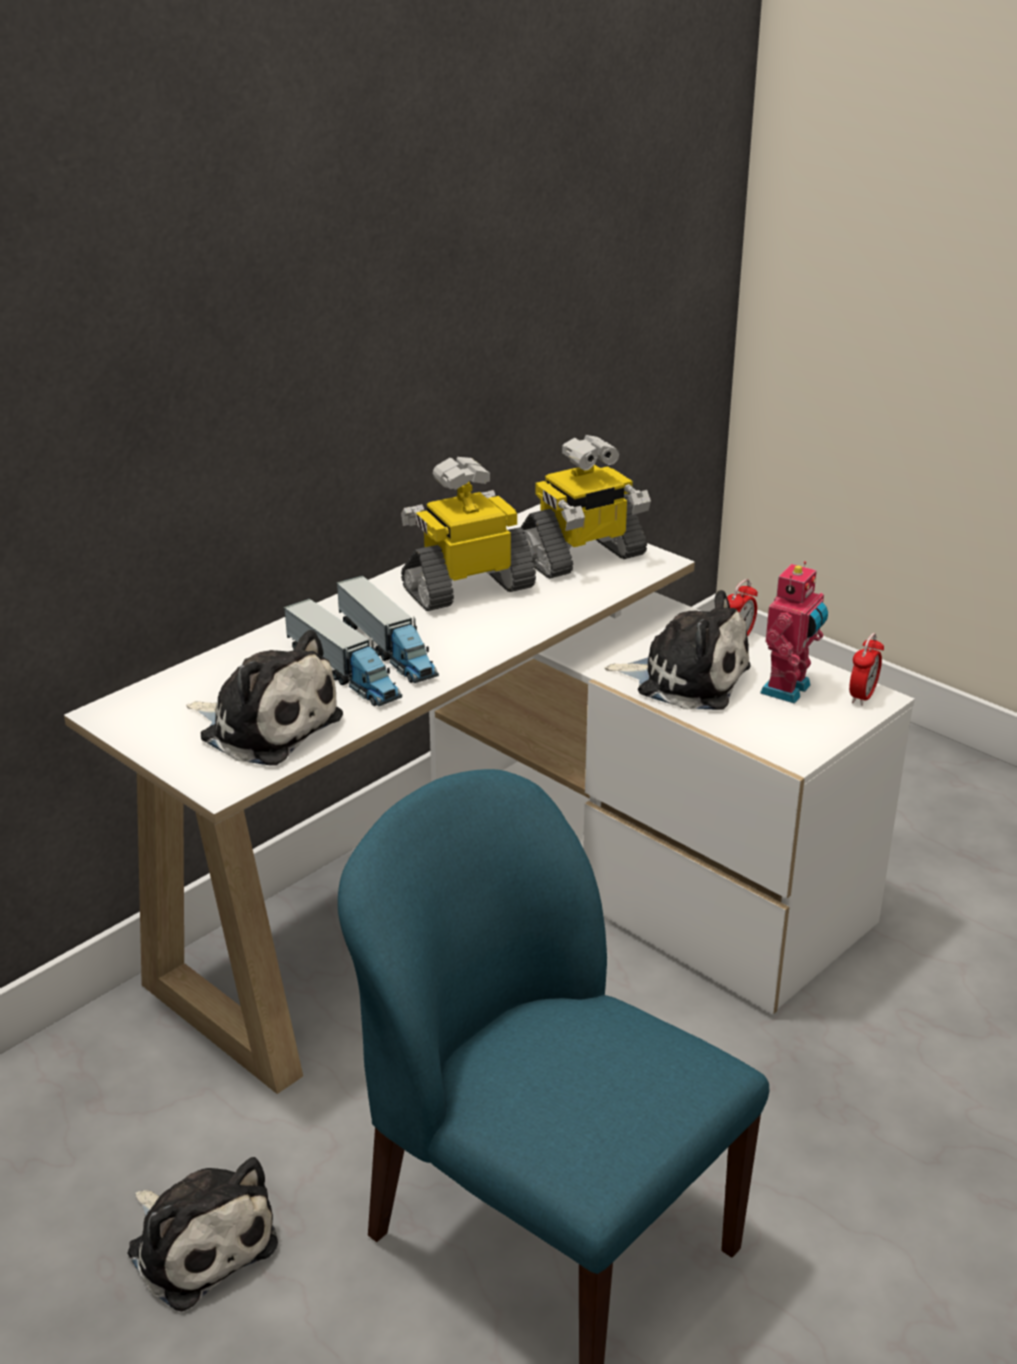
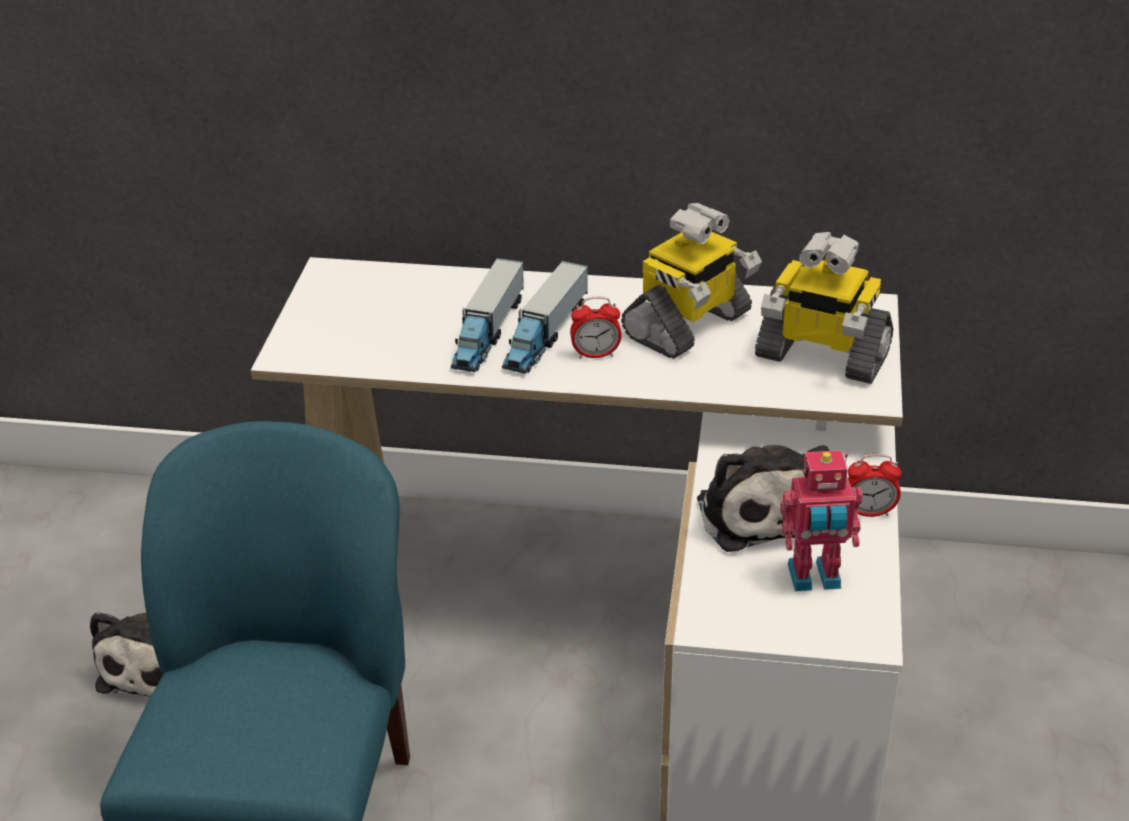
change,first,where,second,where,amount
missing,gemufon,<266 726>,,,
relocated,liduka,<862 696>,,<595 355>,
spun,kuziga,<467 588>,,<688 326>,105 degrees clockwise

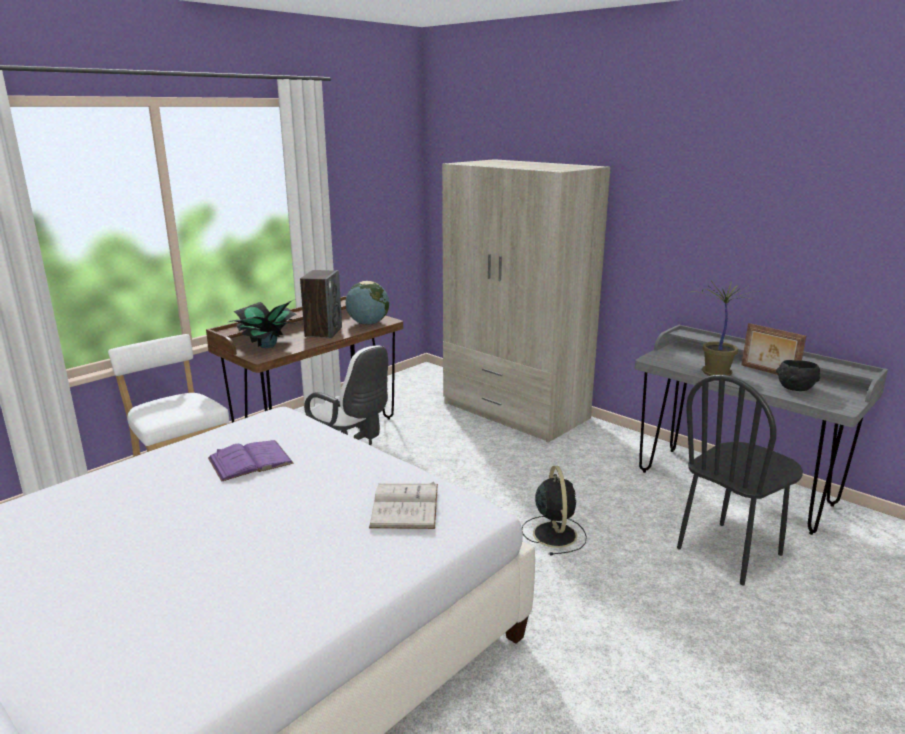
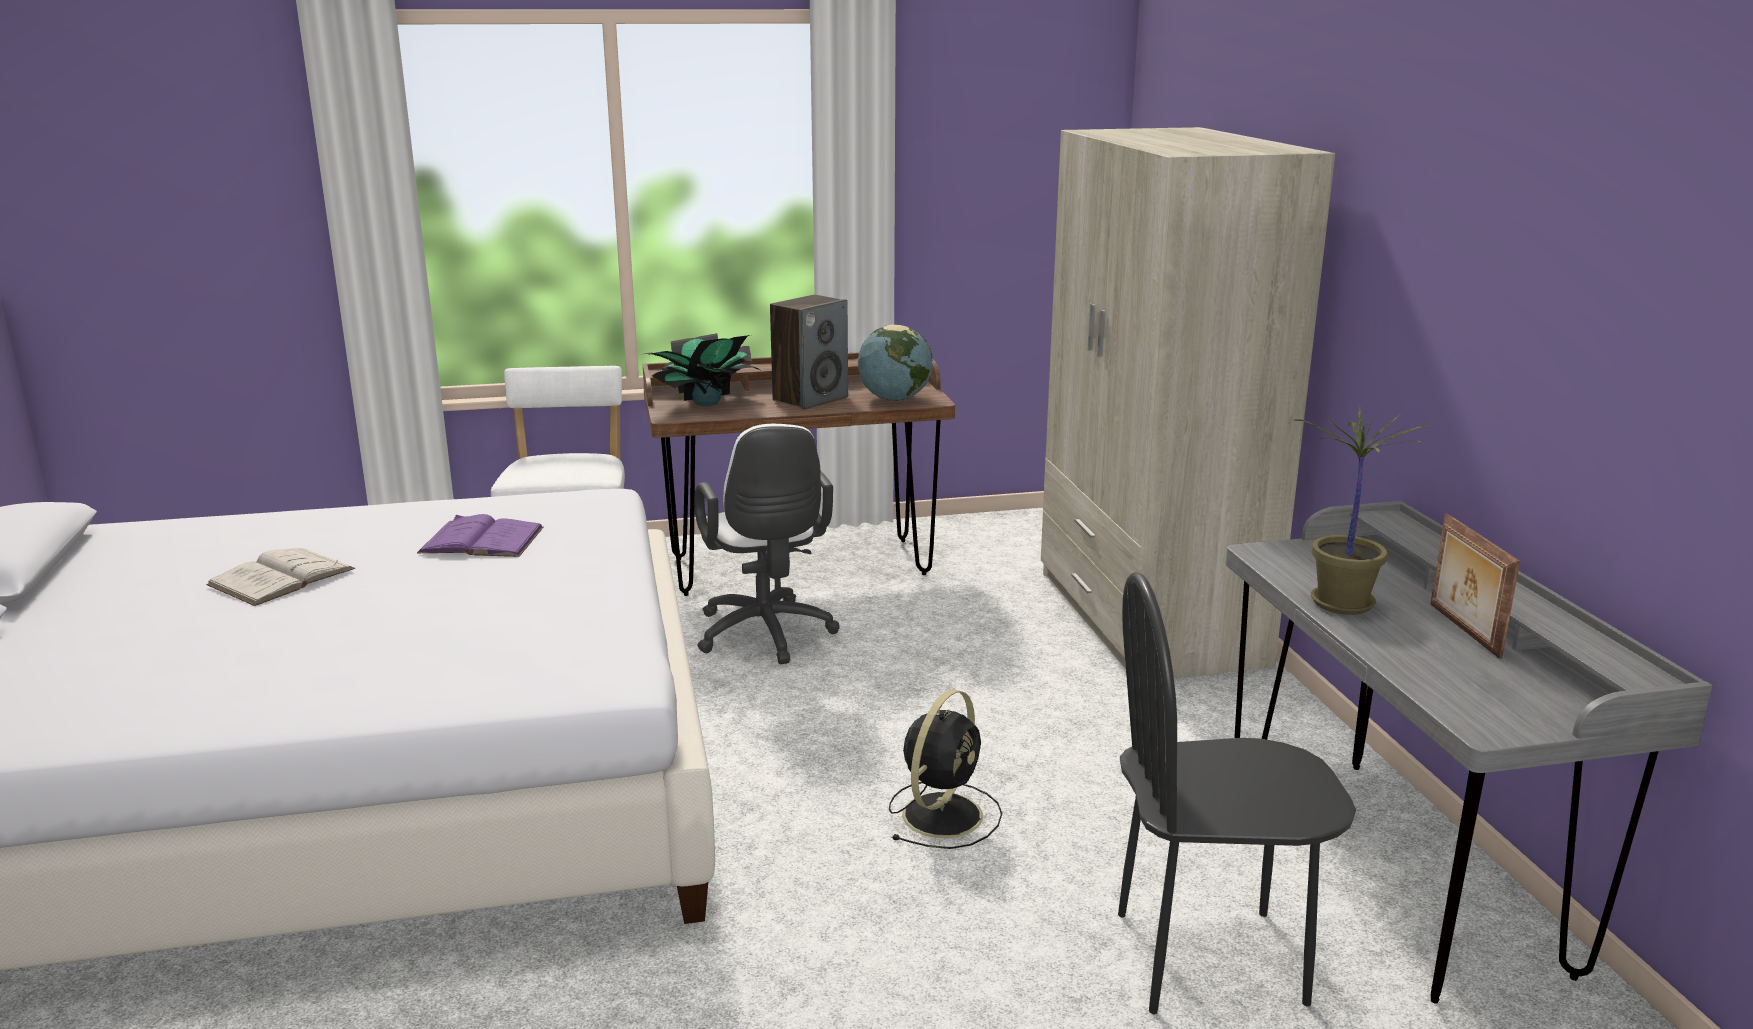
change,first,where,second,where,amount
missing,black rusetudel,<795 389>,,,
relocated,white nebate,<405 505>,,<281 577>,

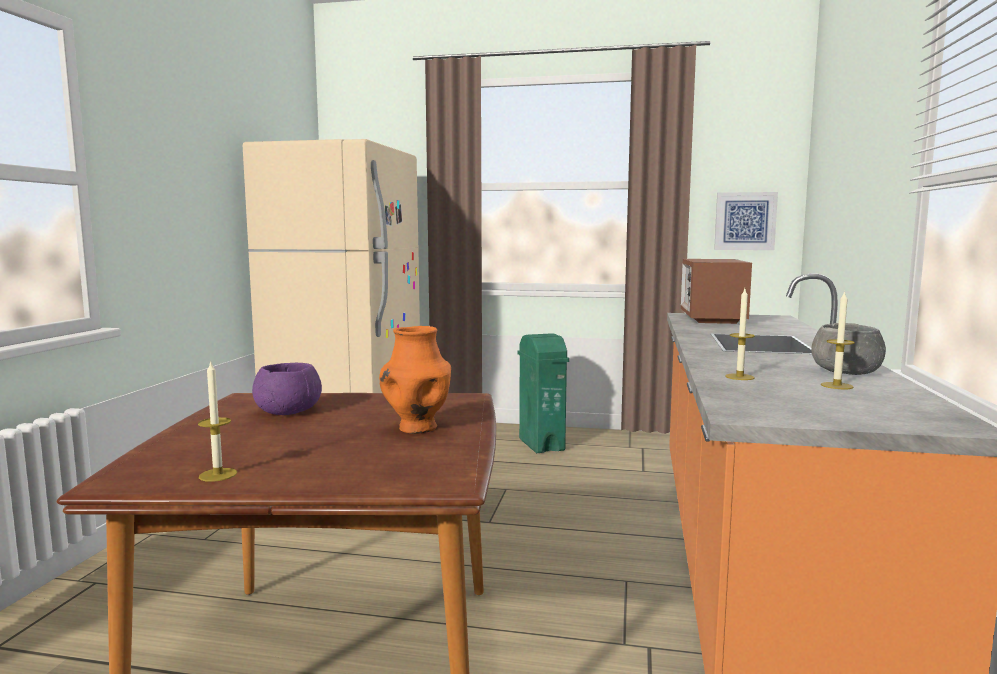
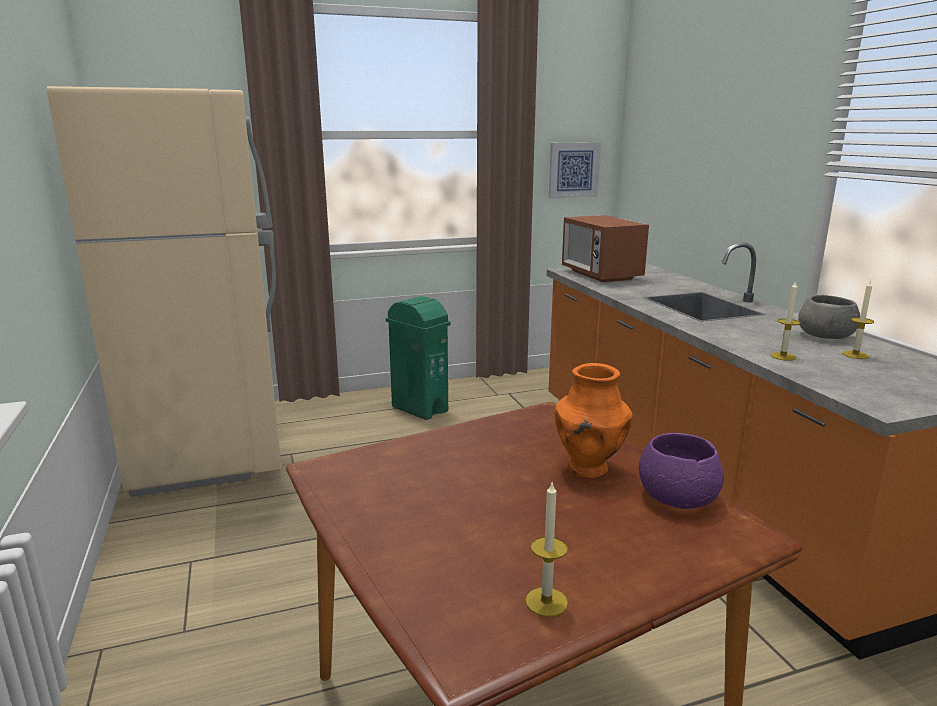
change,first,where,second,where,amount
relocated,purple rusetudel,<287 411>,,<677 497>,

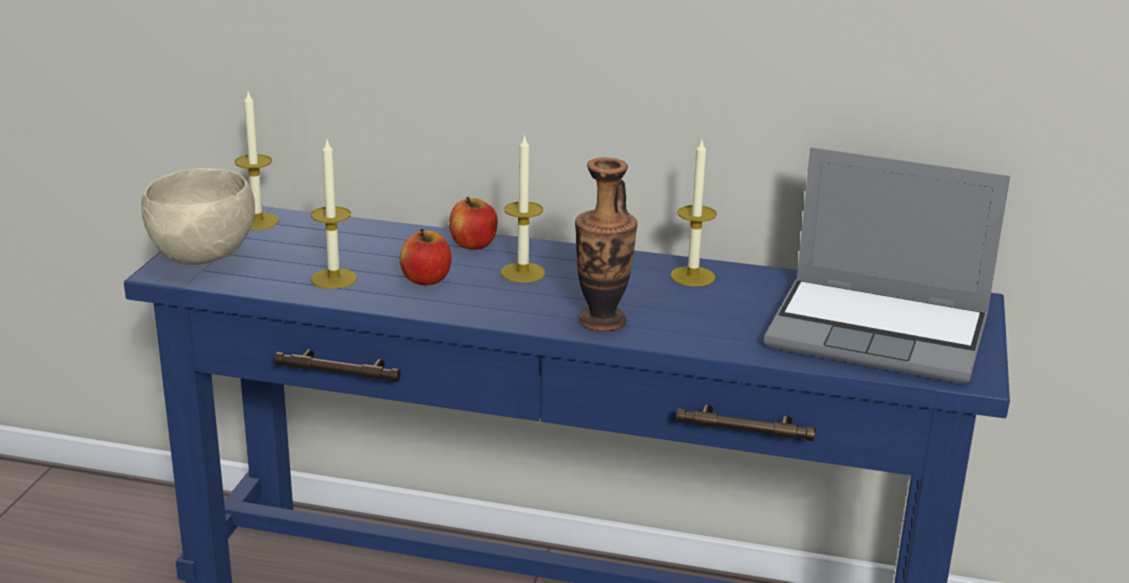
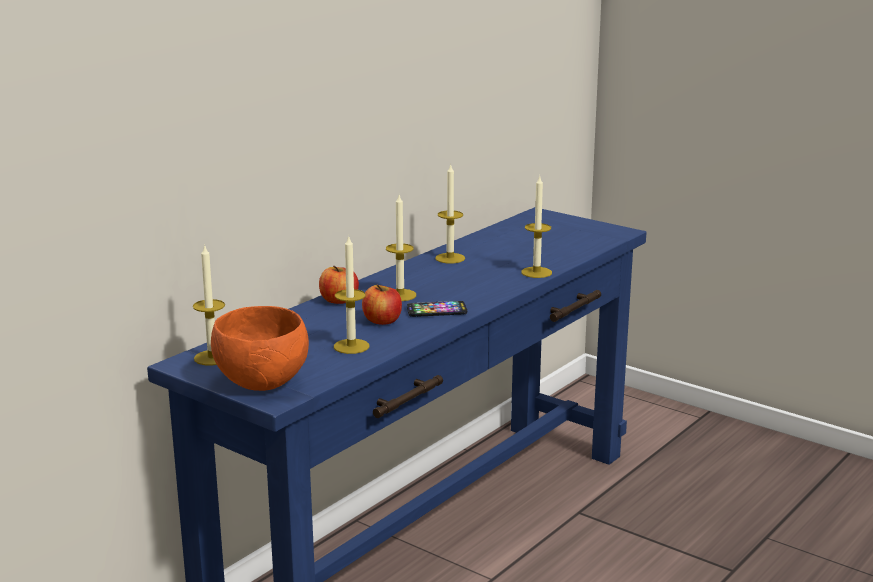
change,first,where,second,where,amount
missing,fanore,<602 321>,,,
missing,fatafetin,<881 333>,,,
appeared,,,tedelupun,<436 310>,
appeared,,,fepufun,<536 272>,
colour,beige rusetudel,<204 257>,orange rusetudel,<262 382>,

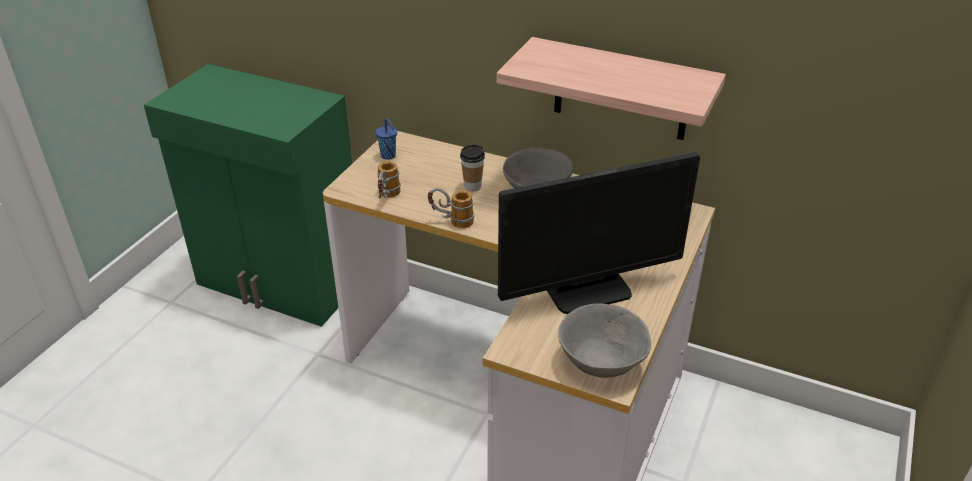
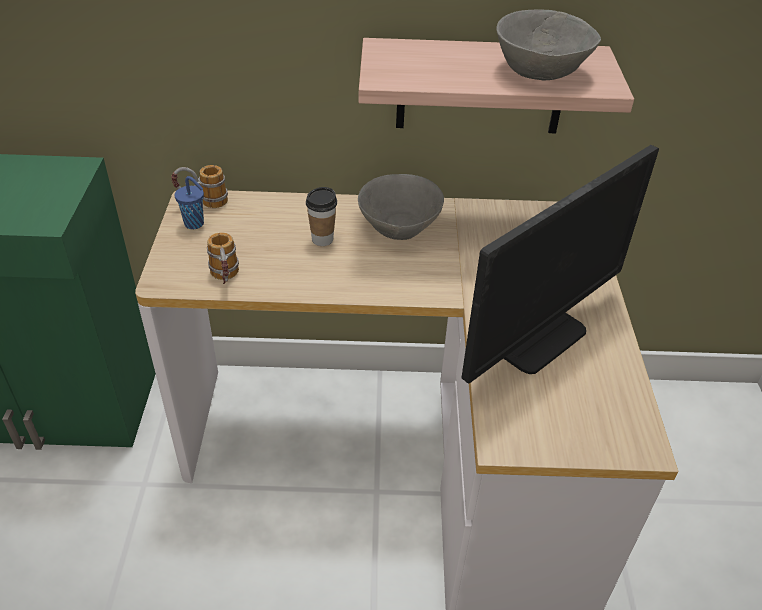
change,first,where,second,where,amount
relocated,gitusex,<451 221>,,<202 203>,
relocated,grey rusetudel,<600 362>,,<539 72>,

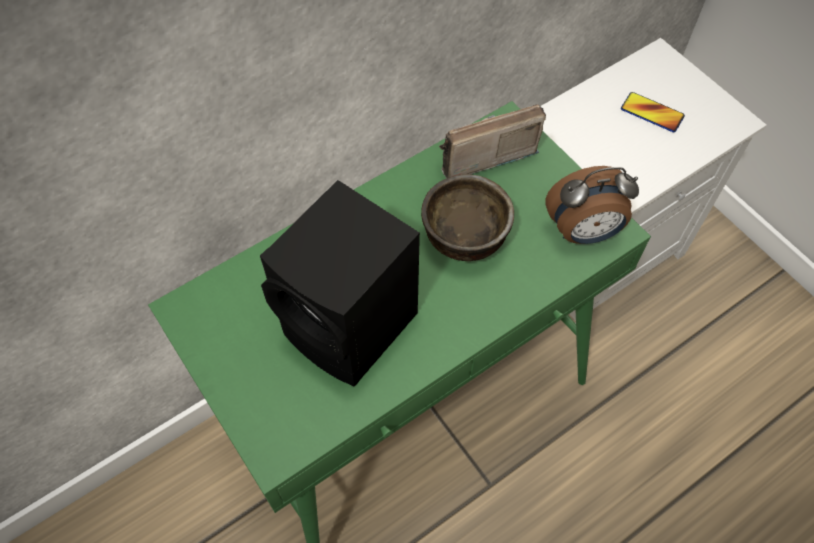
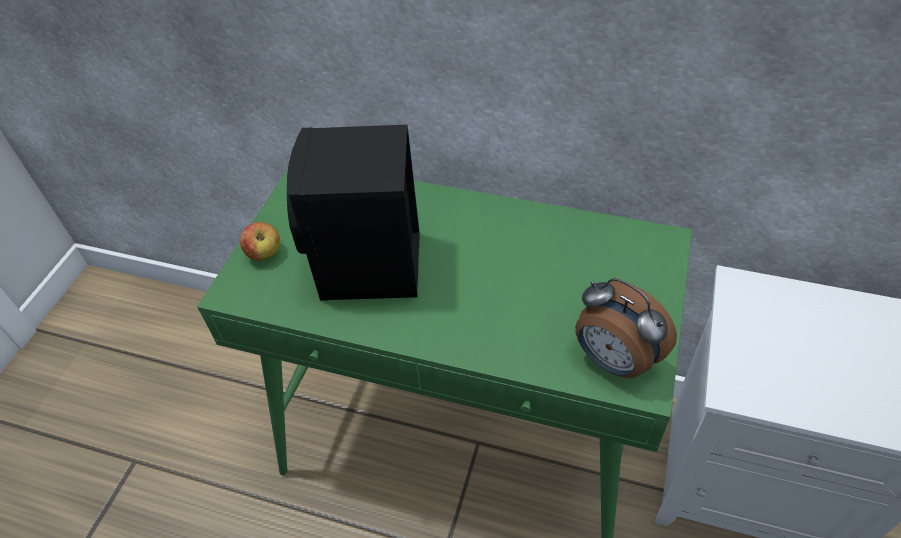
change,first,where,second,where,amount
missing,brown rusetudel,<465 238>,,,
missing,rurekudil,<480 153>,,,
missing,tedelupun,<652 113>,,,
appeared,,,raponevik,<264 253>,

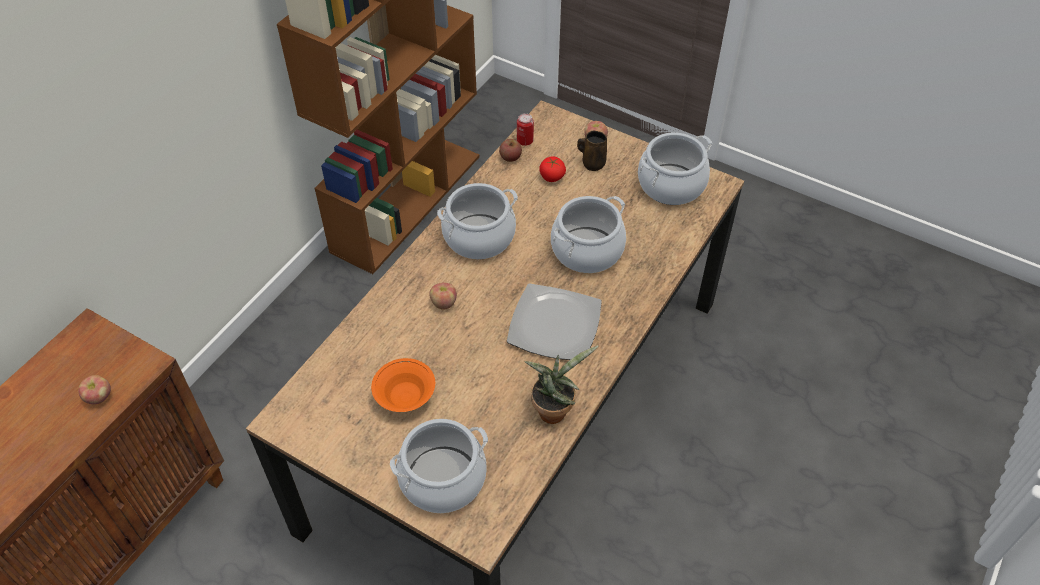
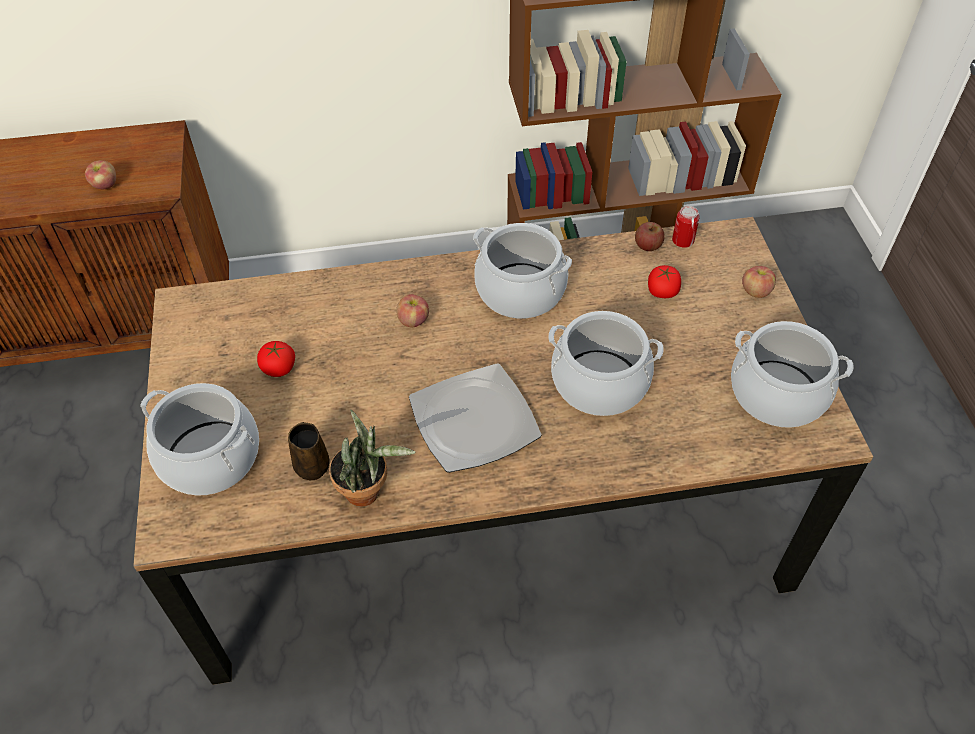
change,first,where,second,where,amount
relocated,brown gitusex,<592 163>,,<312 465>,
exchanged,orange rusetudel,<405 398>,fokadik,<278 368>,

